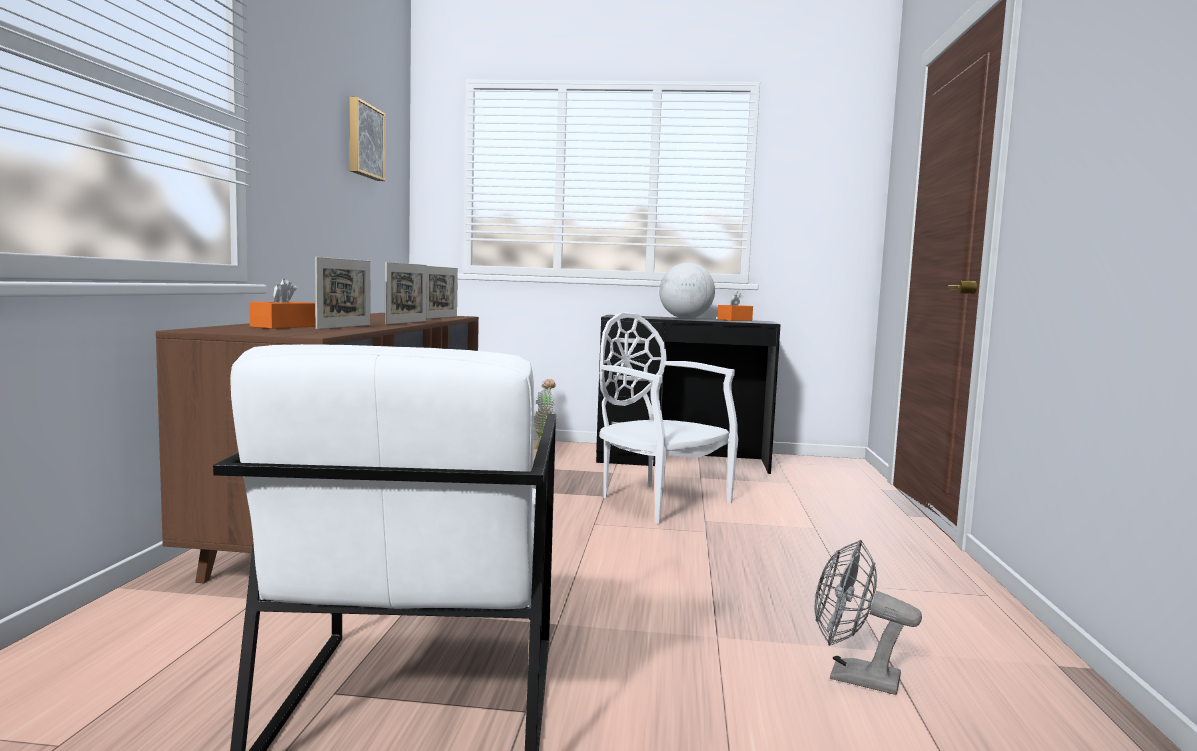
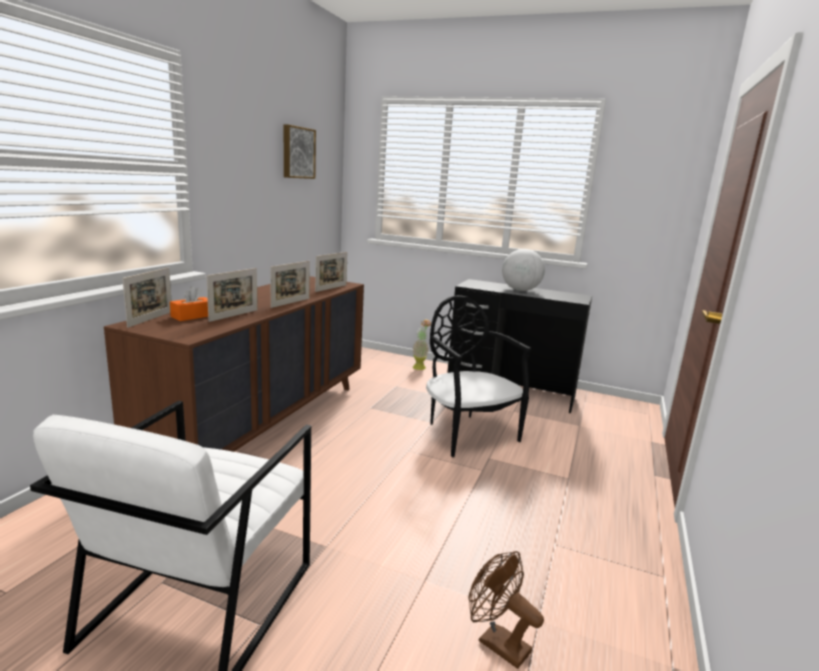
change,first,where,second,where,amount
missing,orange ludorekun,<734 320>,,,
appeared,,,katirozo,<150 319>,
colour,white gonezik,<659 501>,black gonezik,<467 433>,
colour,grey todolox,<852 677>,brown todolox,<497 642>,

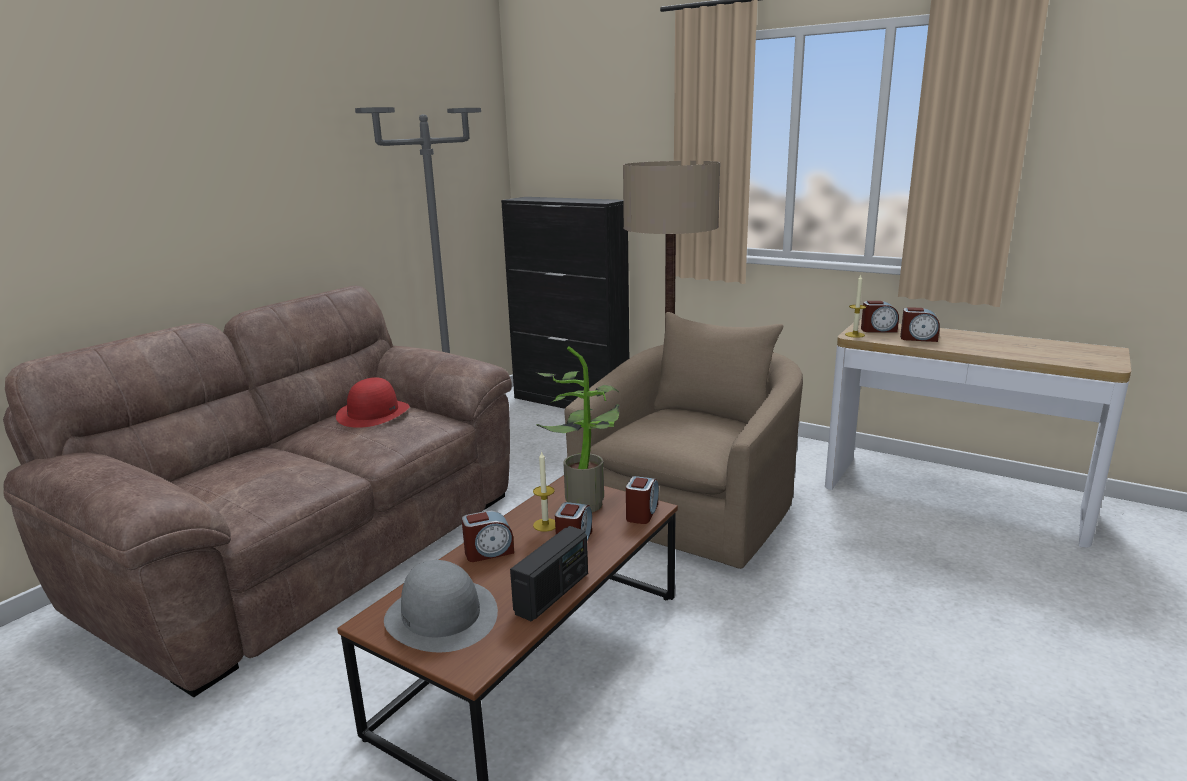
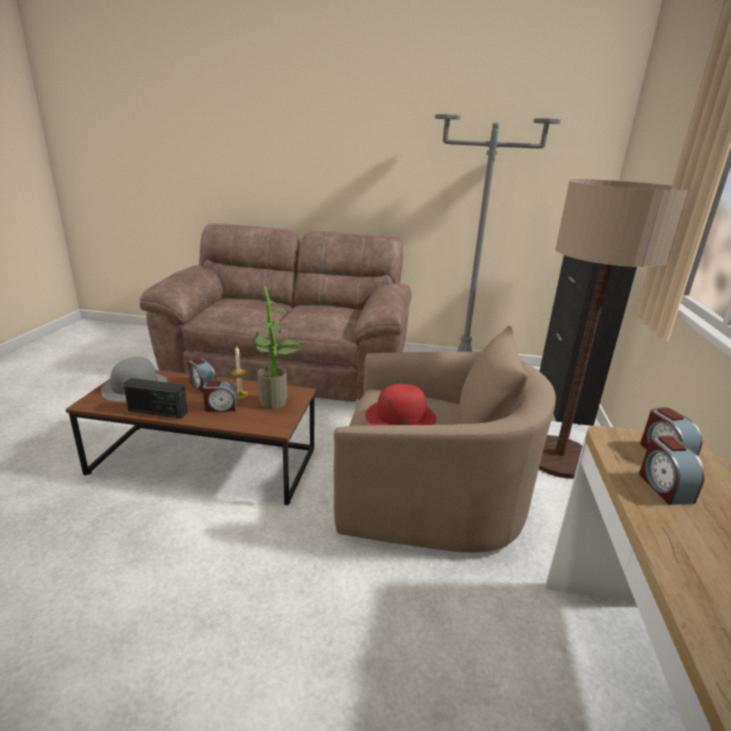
change,first,where,second,where,amount
missing,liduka,<642 513>,,,
missing,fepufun,<855 335>,,,
relocated,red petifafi,<373 413>,,<401 416>,

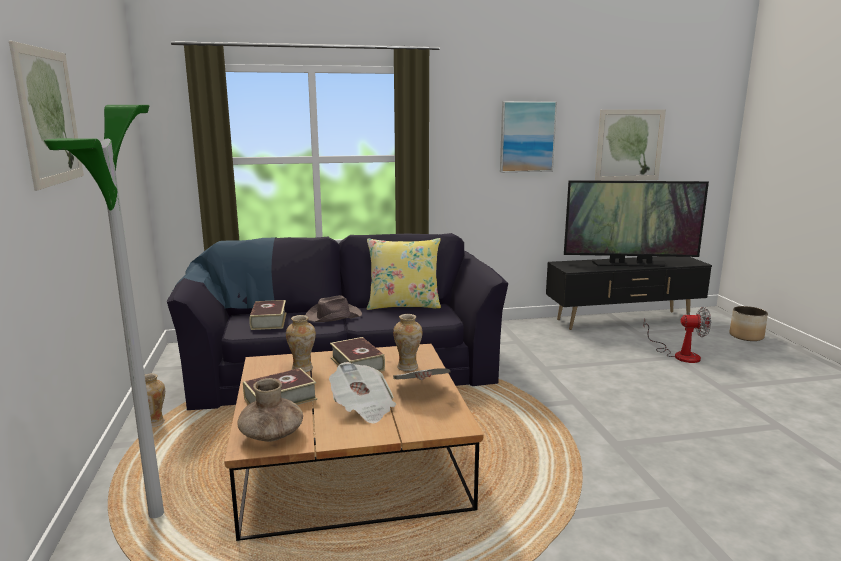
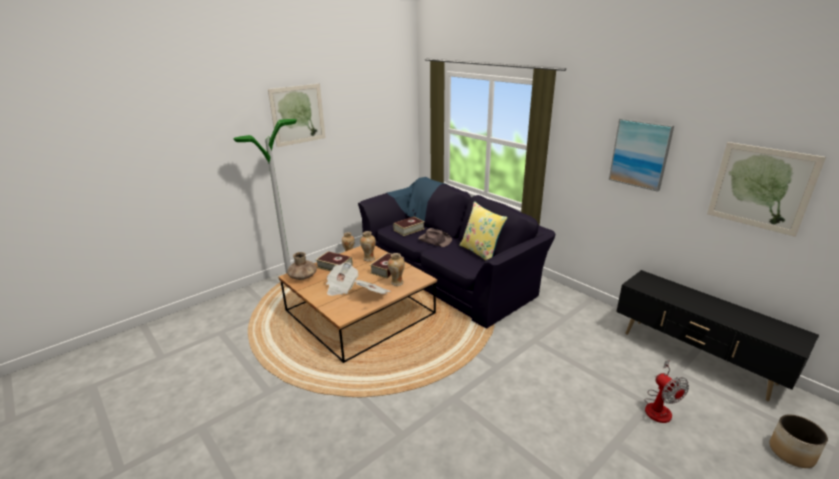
change,first,where,second,where,amount
missing,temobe,<629 264>,,,

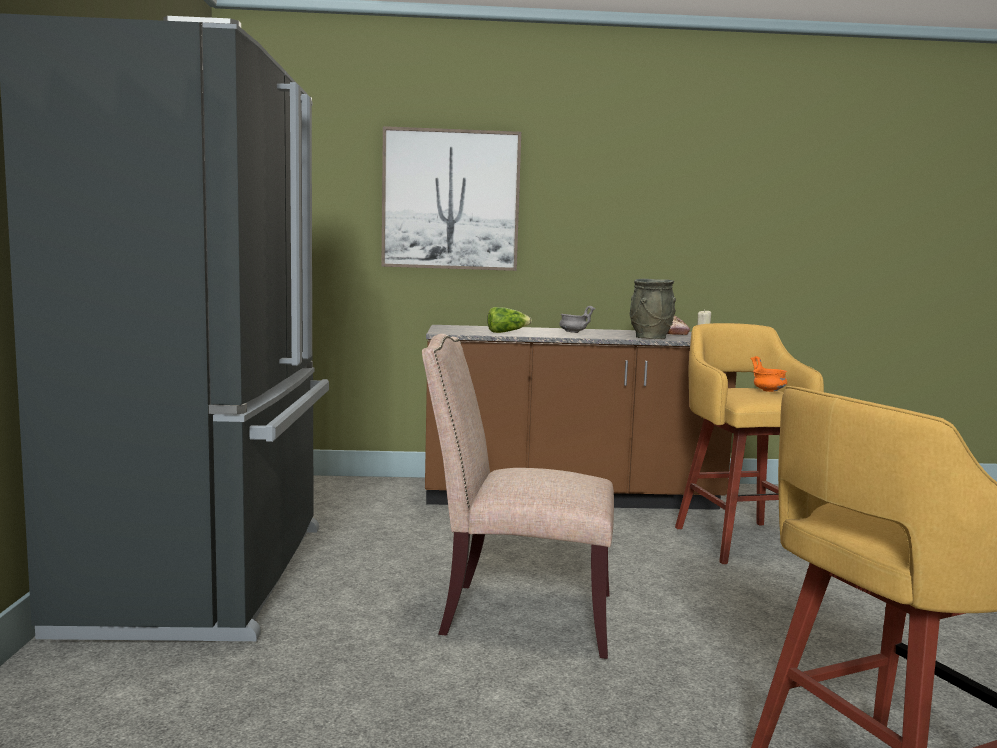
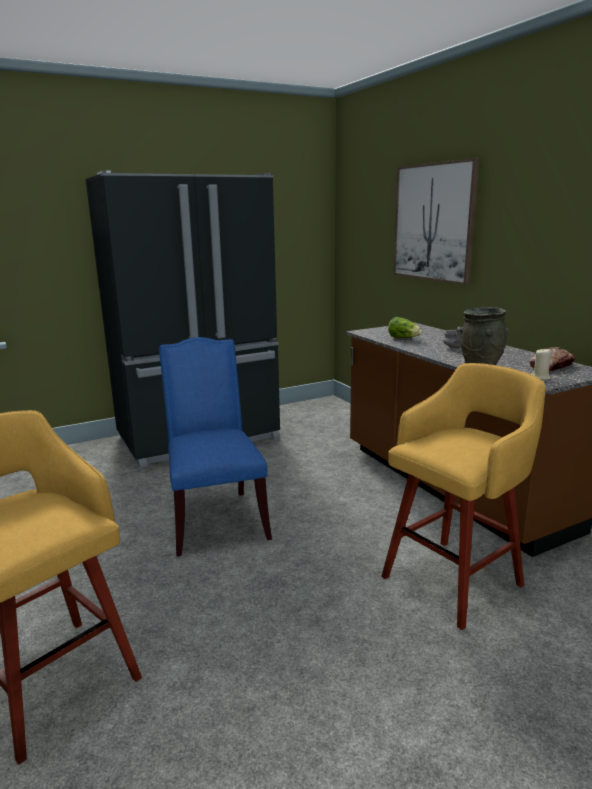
change,first,where,second,where,amount
missing,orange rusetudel,<767 391>,,,
colour,beige gonezik,<519 615>,blue gonezik,<215 518>,

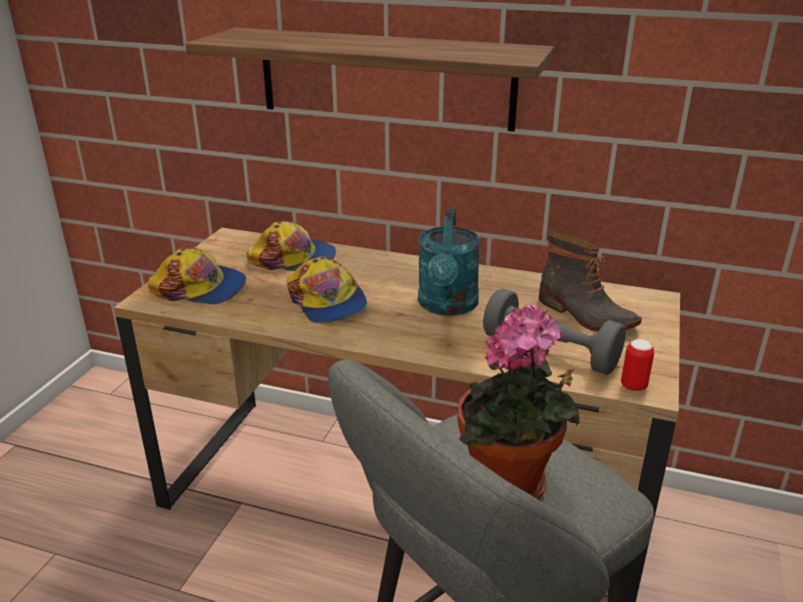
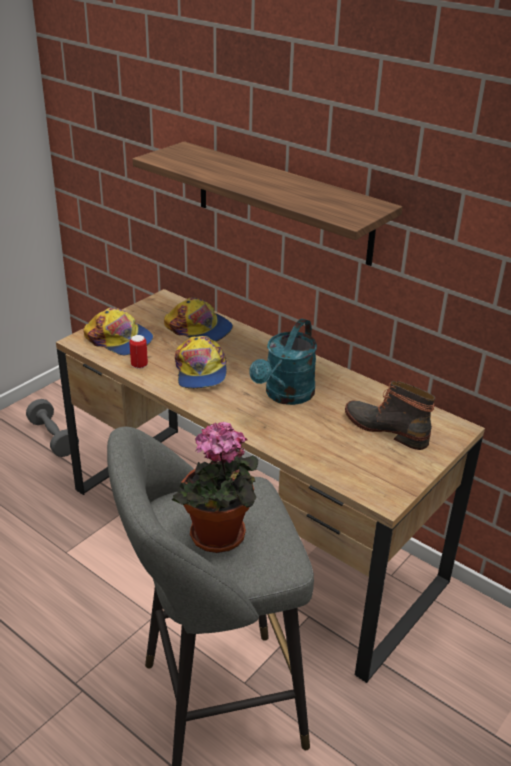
change,first,where,second,where,amount
relocated,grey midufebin,<550 351>,,<53 438>,
relocated,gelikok,<633 386>,,<139 365>,
spun,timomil,<585 315>,,<387 428>,150 degrees clockwise

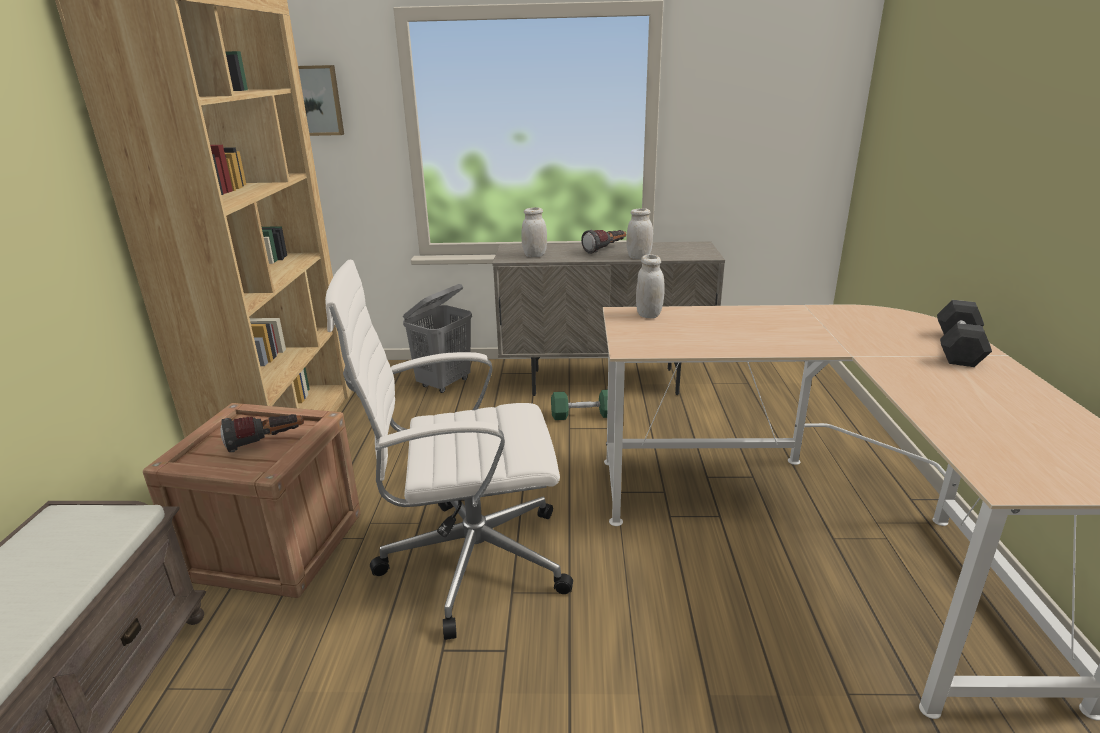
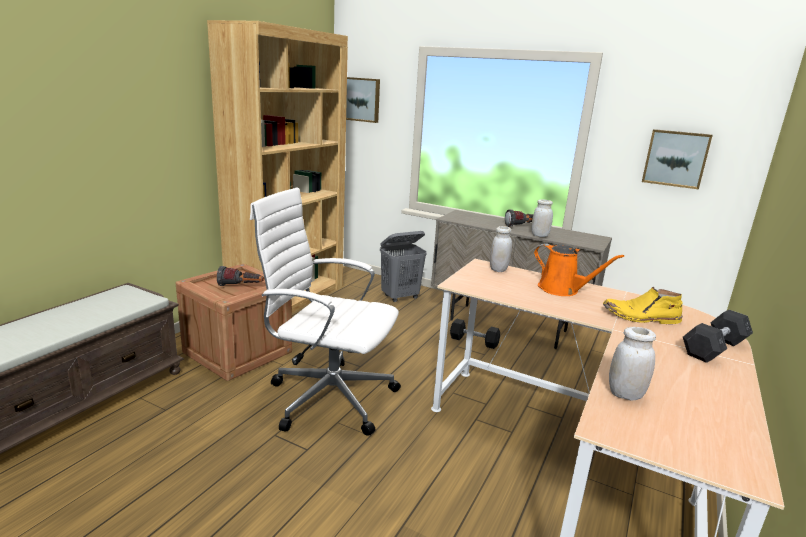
change,first,where,second,where,amount
appeared,,,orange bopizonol,<562 290>,
appeared,,,yellow timomil,<640 317>,
appeared,,,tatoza,<675 158>,
relocated,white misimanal,<534 255>,,<625 394>,
colour,green midufebin,<583 415>,grey midufebin,<474 341>,

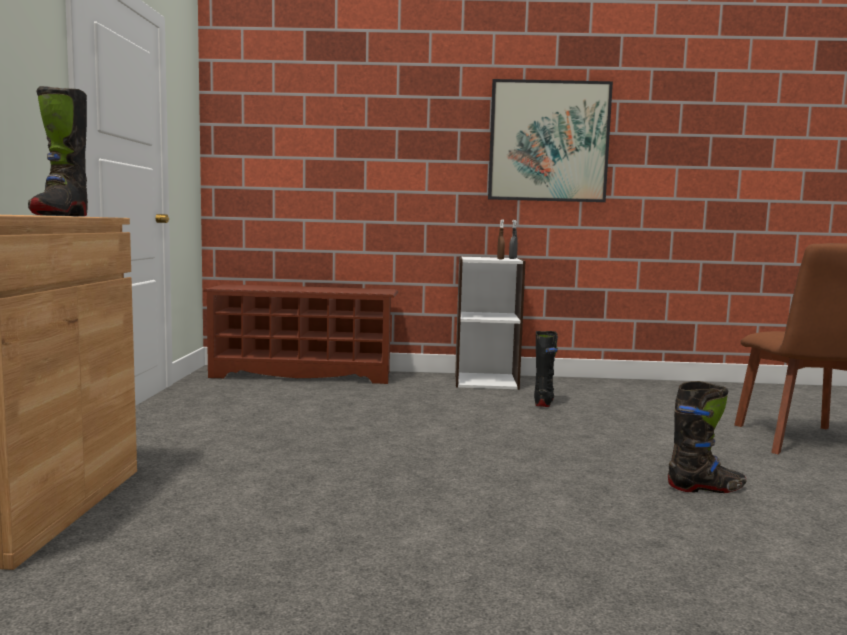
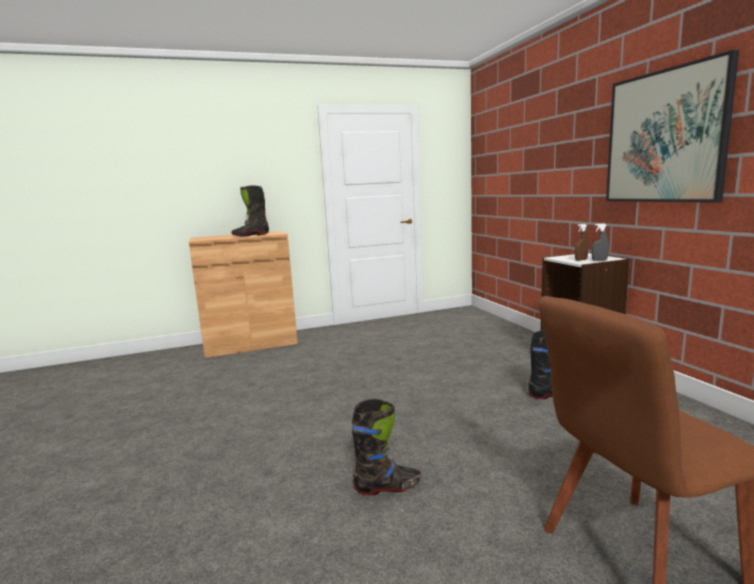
change,first,where,second,where,amount
missing,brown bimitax,<304 375>,,,
spun,black timomil,<706 488>,,<388 487>,75 degrees counterclockwise

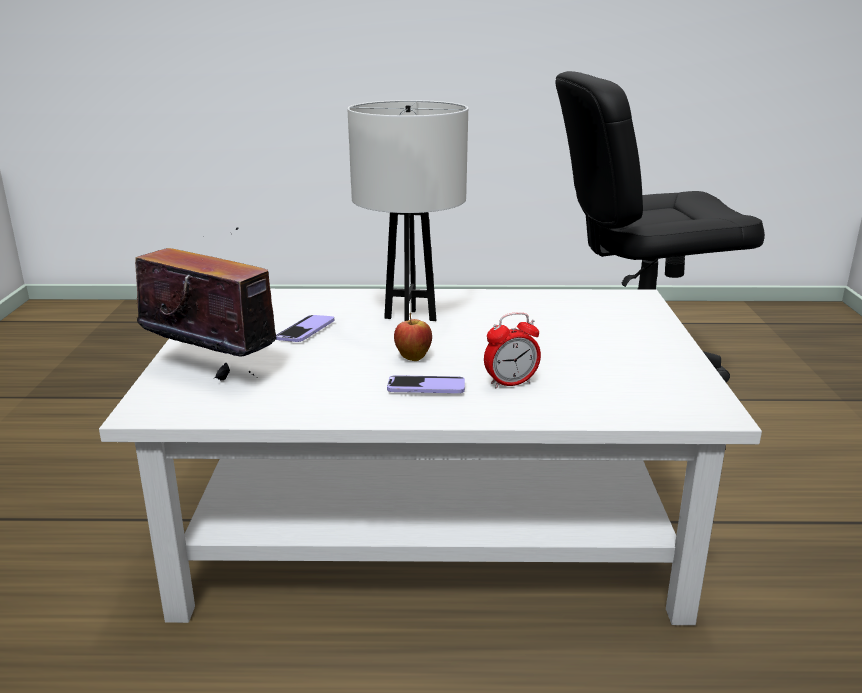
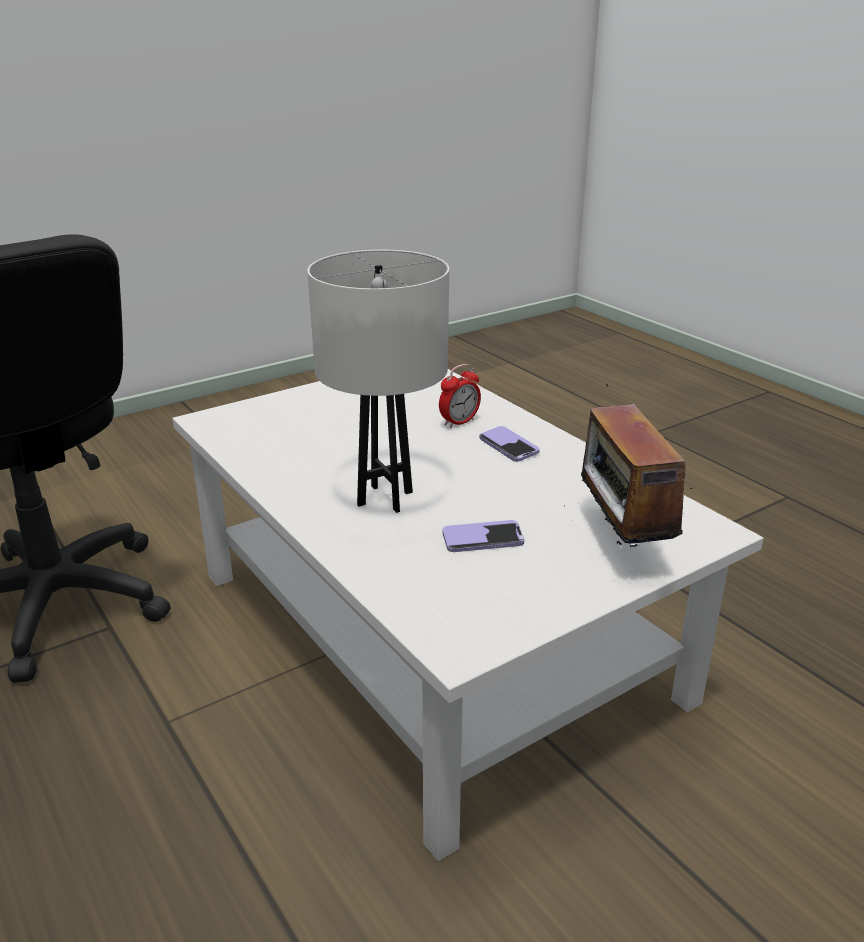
change,first,where,second,where,amount
missing,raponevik,<413 358>,,,
spun,liduka,<510 383>,,<459 422>,105 degrees clockwise

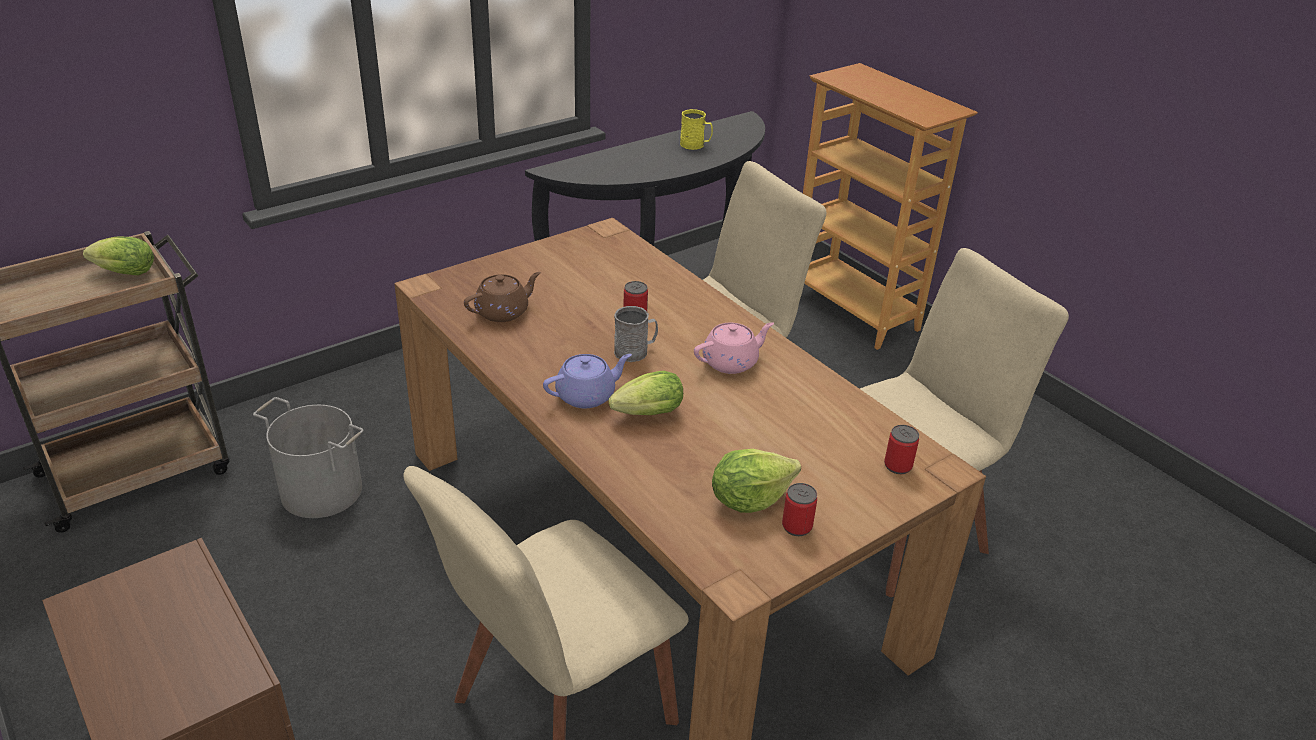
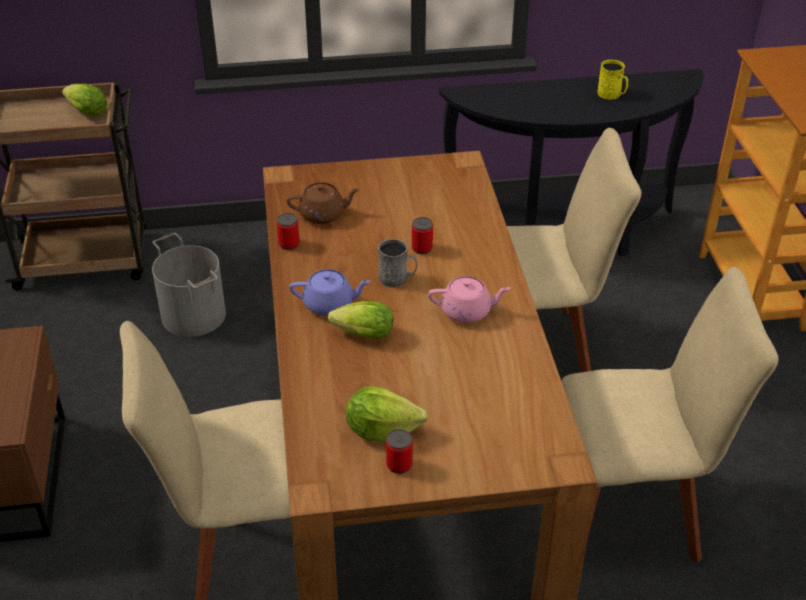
change,first,where,second,where,amount
relocated,gelikok,<898 466>,,<289 244>,

